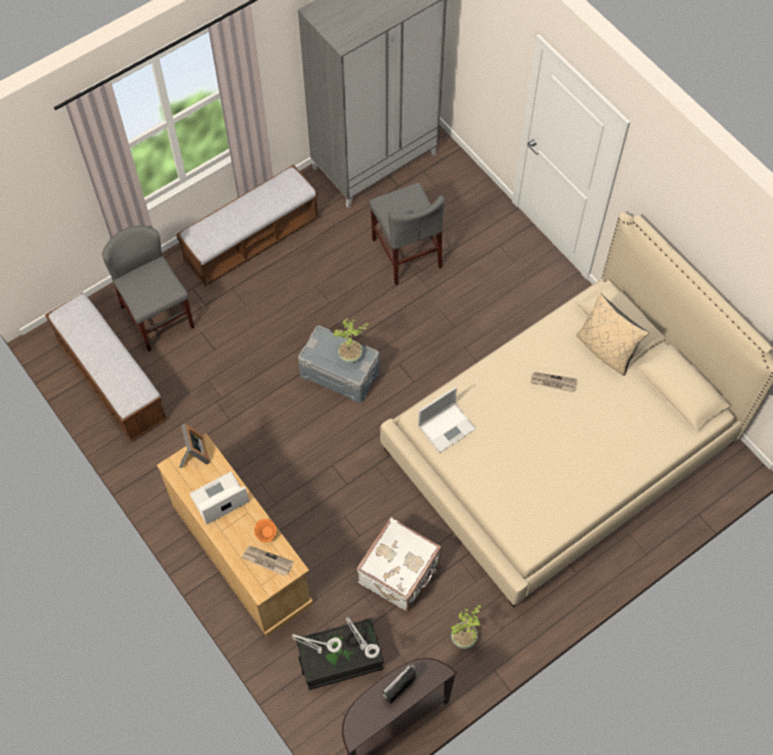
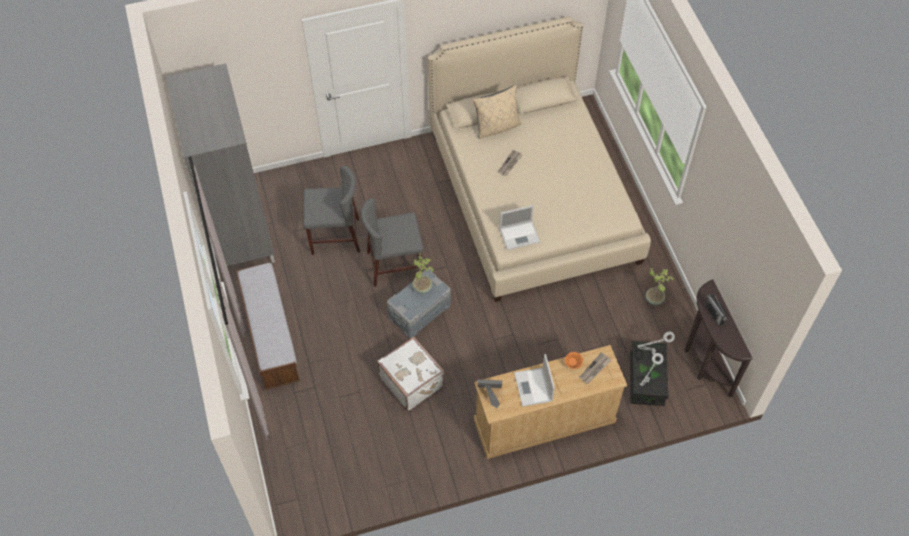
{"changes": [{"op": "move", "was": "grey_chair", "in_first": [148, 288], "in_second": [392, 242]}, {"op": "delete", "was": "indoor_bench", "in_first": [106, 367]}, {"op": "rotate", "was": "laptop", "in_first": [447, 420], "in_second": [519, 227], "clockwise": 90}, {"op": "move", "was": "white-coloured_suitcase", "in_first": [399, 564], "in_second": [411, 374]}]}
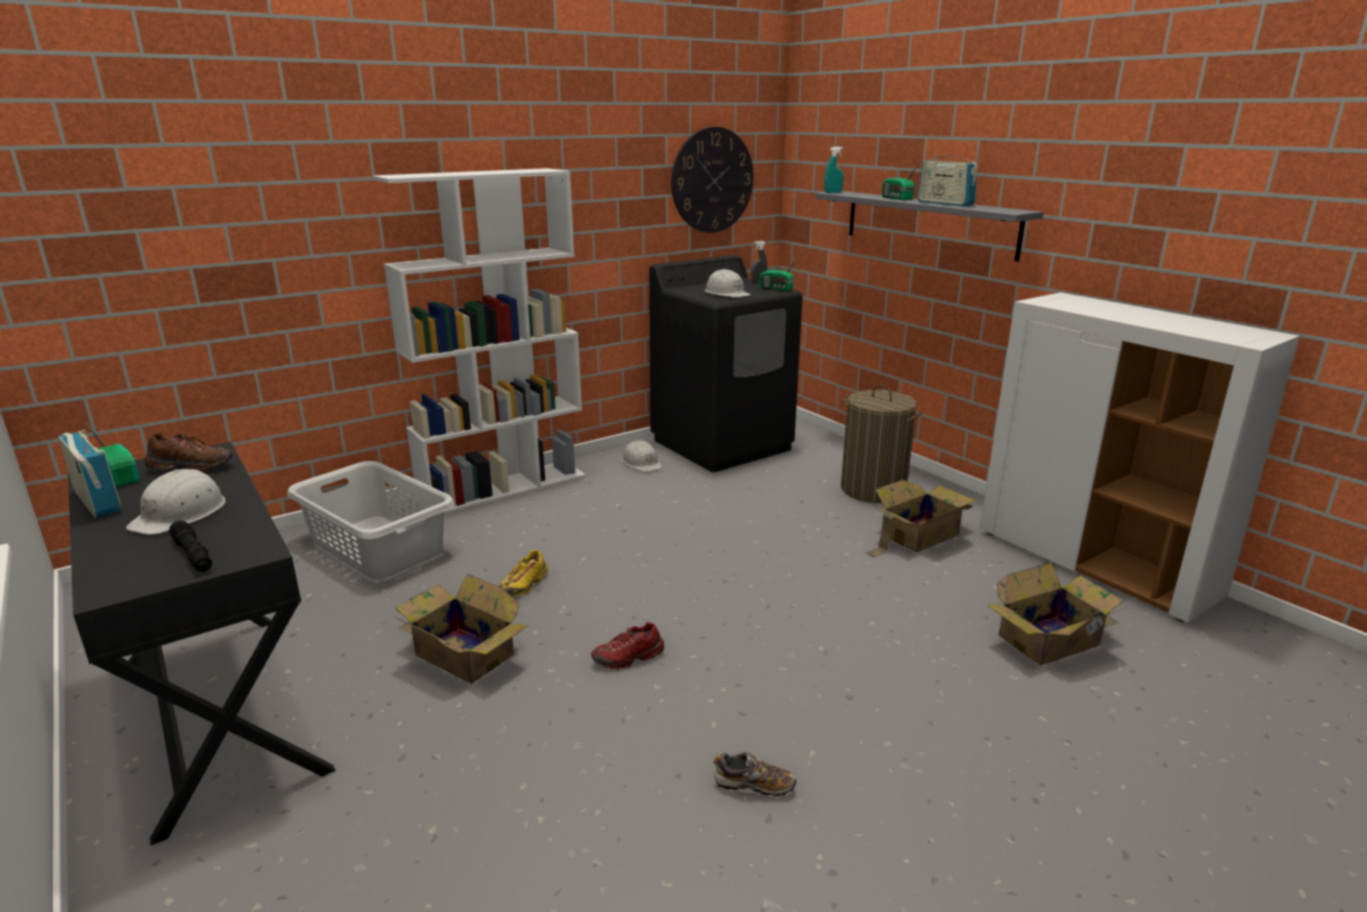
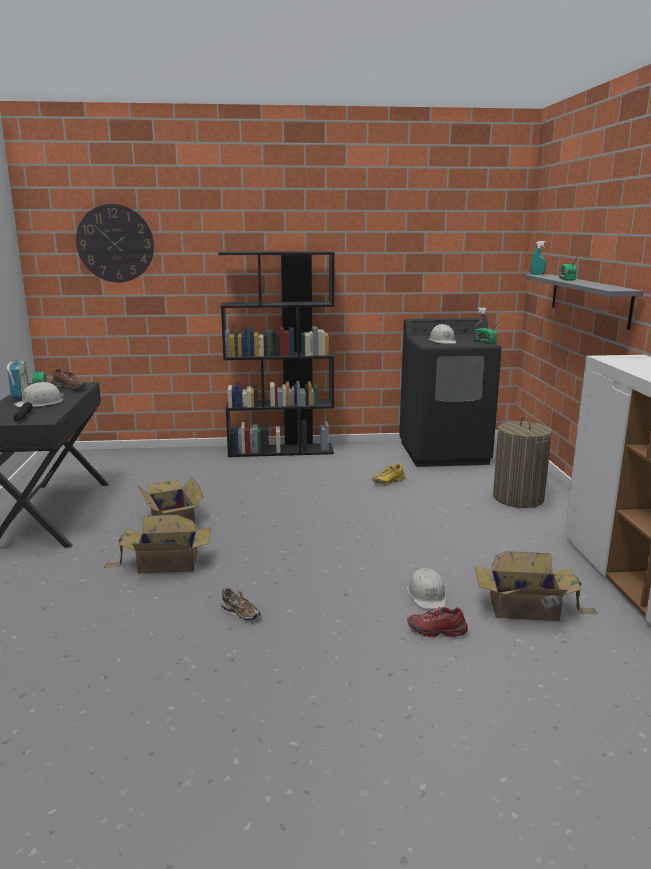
{"changes": [{"op": "move", "was": "clock_on_the_wall", "in_first": [712, 180], "in_second": [115, 243]}, {"op": "delete", "was": "radio_receiver", "in_first": [947, 178]}, {"op": "recolor", "was": "white-coloured_bookshelf", "now": "black-coloured_bookshelf", "in_first": [478, 341], "in_second": [276, 354]}, {"op": "move", "was": "white-coloured_hard_hat", "in_first": [642, 456], "in_second": [427, 588]}, {"op": "delete", "was": "grey_washing_basket", "in_first": [371, 520]}, {"op": "move", "was": "carton", "in_first": [919, 519], "in_second": [157, 544]}, {"op": "move", "was": "yellow_item_of_footwear", "in_first": [523, 573], "in_second": [388, 474]}, {"op": "move", "was": "red-coloured_item_of_footwear", "in_first": [627, 646], "in_second": [437, 622]}]}
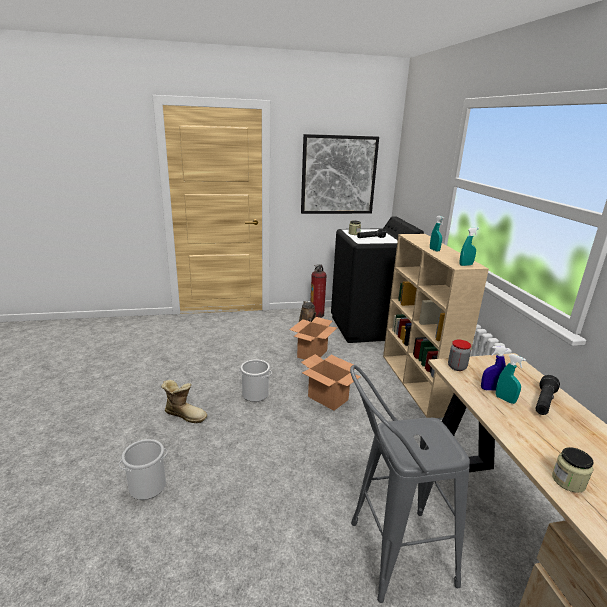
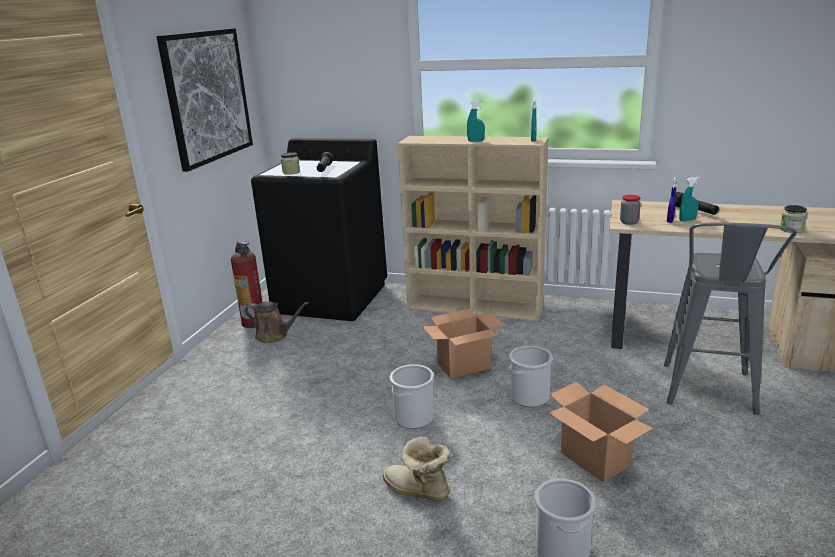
{"changes": [{"op": "move", "was": "carton", "in_first": [313, 338], "in_second": [601, 432]}, {"op": "rotate", "was": "boot", "in_first": [184, 401], "in_second": [417, 468], "clockwise": -105}, {"op": "insert", "now": "water_bucket", "in_second": [531, 376]}]}
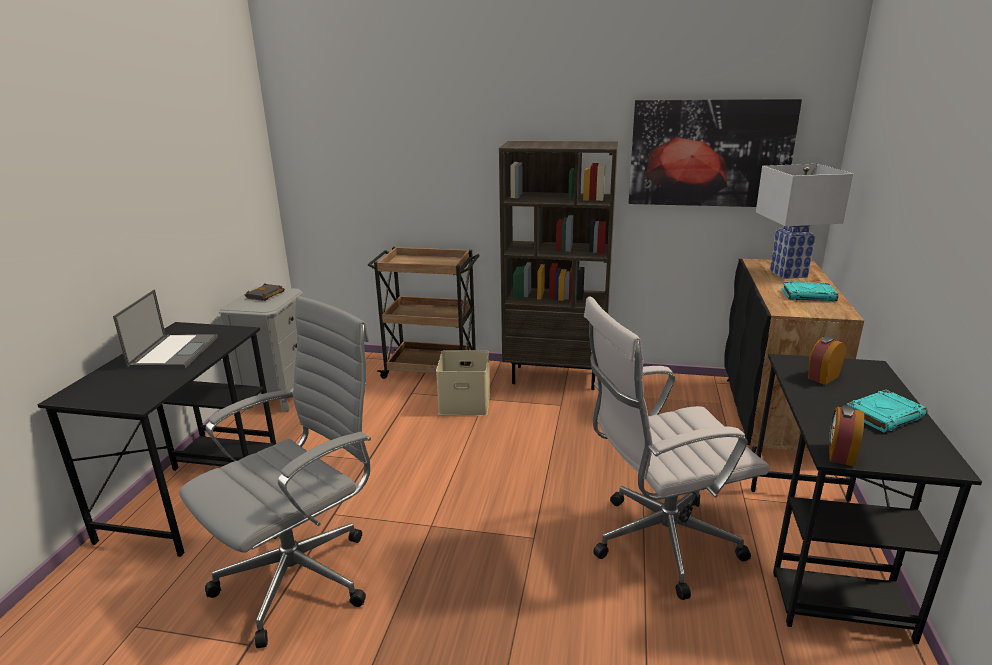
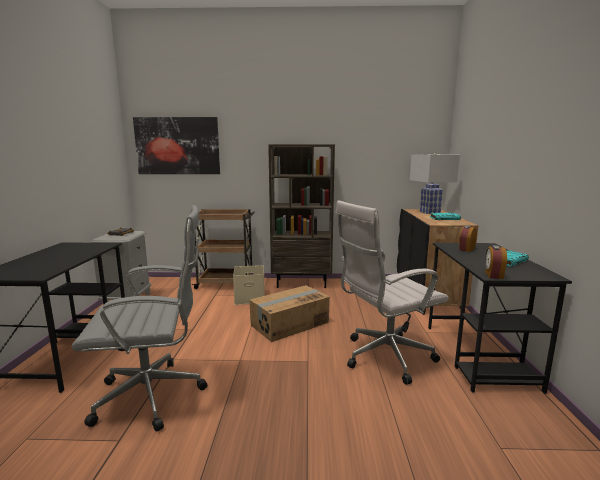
{"changes": [{"op": "move", "was": "wall_picture", "in_first": [715, 153], "in_second": [176, 145]}, {"op": "delete", "was": "laptop", "in_first": [165, 328]}, {"op": "rotate", "was": "grey_computer_chair", "in_first": [275, 472], "in_second": [139, 318], "clockwise": 45}, {"op": "insert", "now": "carton", "in_second": [289, 313]}]}
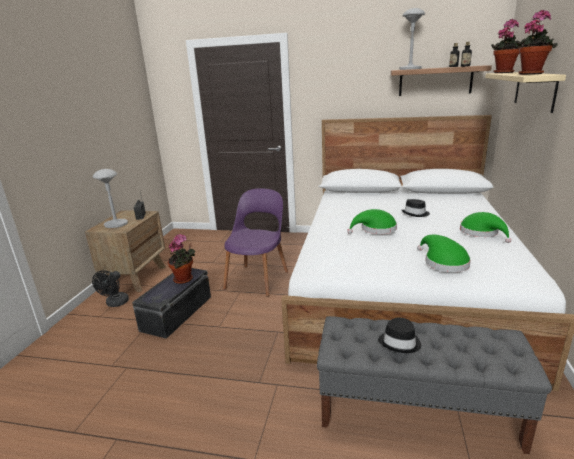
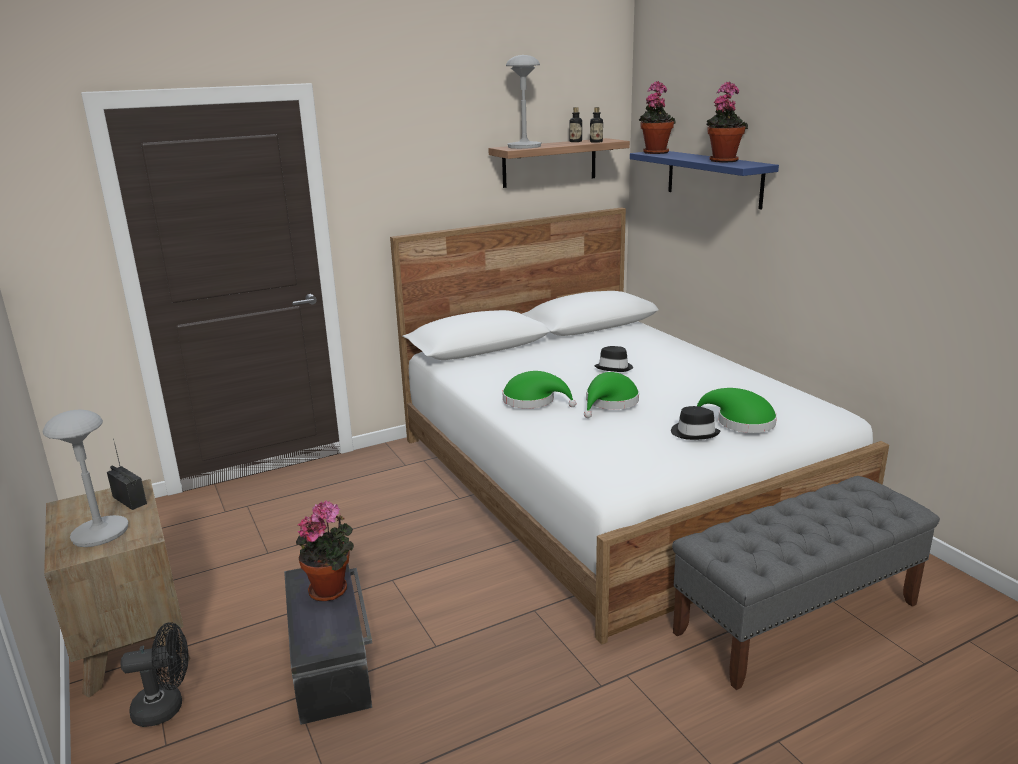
{"changes": [{"op": "recolor", "was": "beige-coloured_wall_shelf", "now": "bluish_wall_shelf", "in_first": [525, 92], "in_second": [704, 180]}, {"op": "delete", "was": "purplish_chair", "in_first": [255, 242]}, {"op": "move", "was": "greenish_wearable_hat", "in_first": [485, 227], "in_second": [539, 390]}, {"op": "rotate", "was": "black-coloured_cooling_fan", "in_first": [110, 288], "in_second": [154, 674], "clockwise": -75}, {"op": "move", "was": "black-coloured_wearable_hat", "in_first": [399, 335], "in_second": [696, 423]}]}
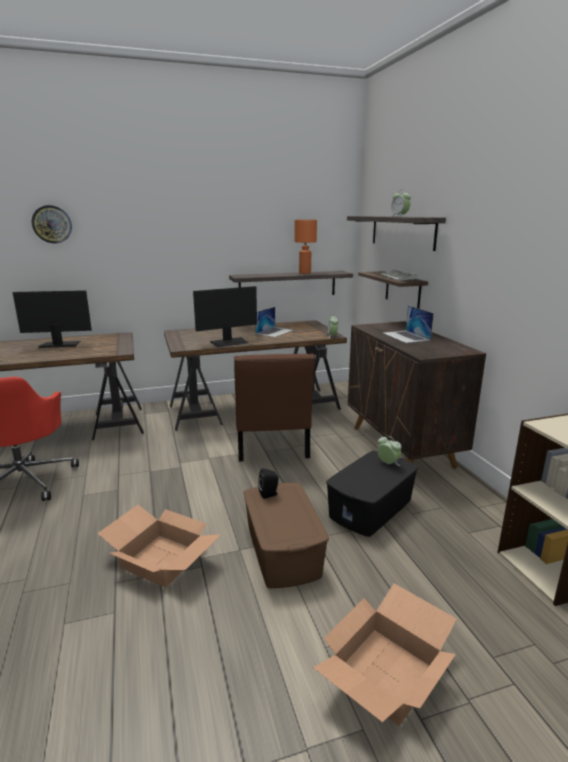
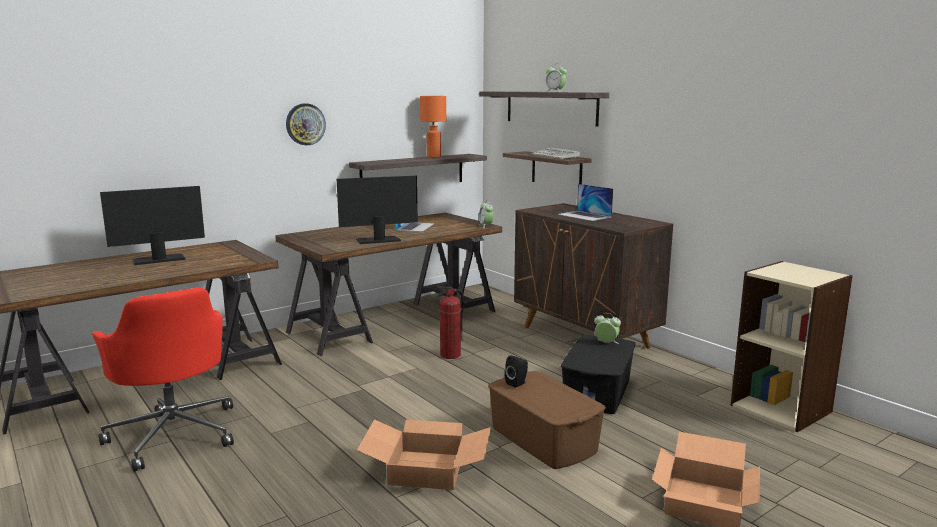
{"changes": [{"op": "move", "was": "clock_on_the_wall", "in_first": [52, 224], "in_second": [306, 124]}, {"op": "rotate", "was": "computer_display", "in_first": [225, 316], "in_second": [377, 210], "clockwise": -150}, {"op": "replace", "was": "brown-coloured_chair", "now": "fire_extinguisher", "in_first": [274, 407], "in_second": [450, 322]}]}
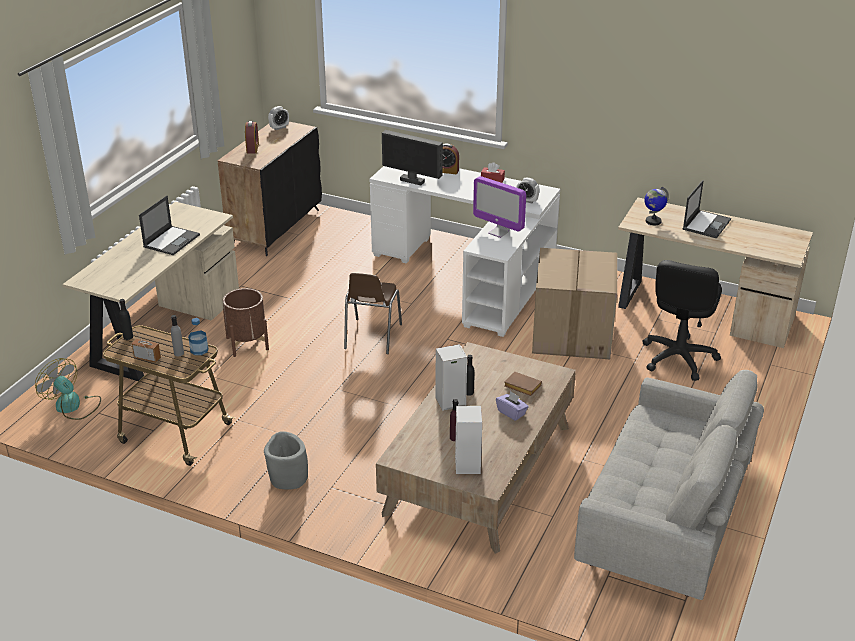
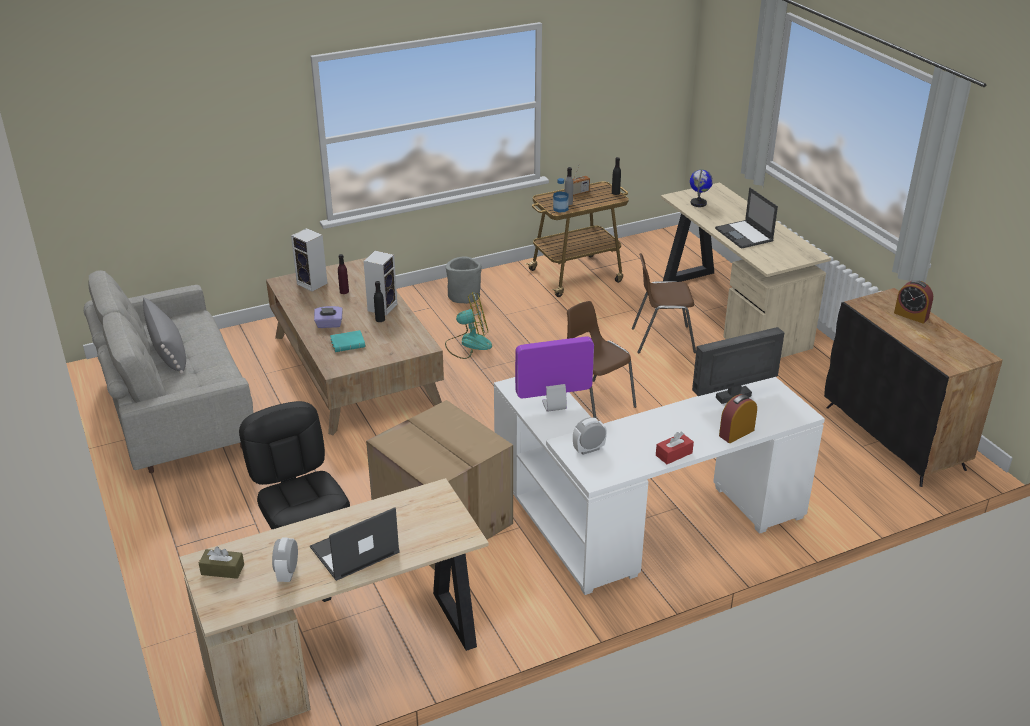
{"changes": [{"op": "move", "was": "alarm_clock", "in_first": [278, 118], "in_second": [285, 559]}, {"op": "rotate", "was": "laptop", "in_first": [707, 209], "in_second": [355, 544], "clockwise": 75}, {"op": "move", "was": "globe", "in_first": [656, 206], "in_second": [701, 188]}, {"op": "replace", "was": "brown-coloured_plant_pot", "now": "brown-coloured_chair", "in_first": [246, 322], "in_second": [664, 303]}, {"op": "move", "was": "cooling_fan", "in_first": [68, 389], "in_second": [468, 325]}, {"op": "recolor", "was": "brown-coloured_bound_book", "now": "turquoise_bound_book", "in_first": [523, 384], "in_second": [347, 341]}, {"op": "insert", "now": "grey_throw_pillow", "in_second": [164, 335]}, {"op": "insert", "now": "brown-coloured_tissue_holder", "in_second": [221, 563]}]}
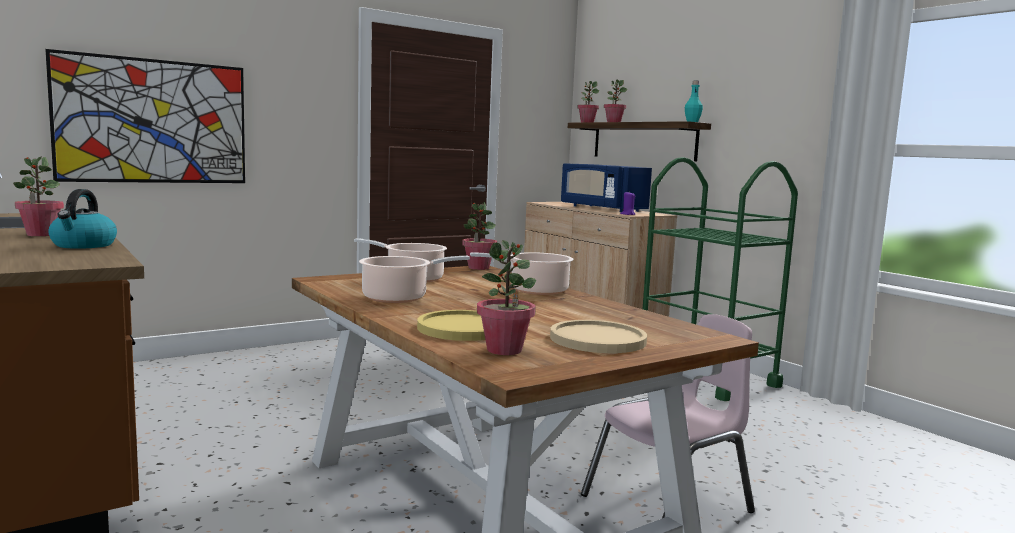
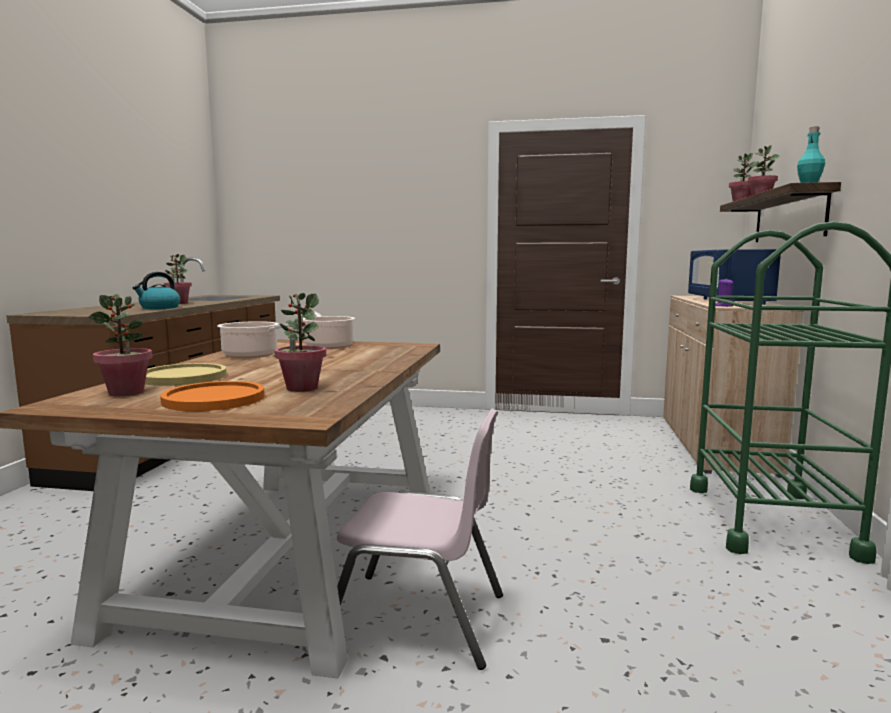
{"changes": [{"op": "delete", "was": "wall_picture", "in_first": [145, 116]}, {"op": "move", "was": "potted_plant", "in_first": [479, 236], "in_second": [300, 342]}, {"op": "delete", "was": "stockpot", "in_first": [521, 273]}, {"op": "recolor", "was": "beige-coloured_plate", "now": "orange_plate", "in_first": [598, 336], "in_second": [212, 396]}]}
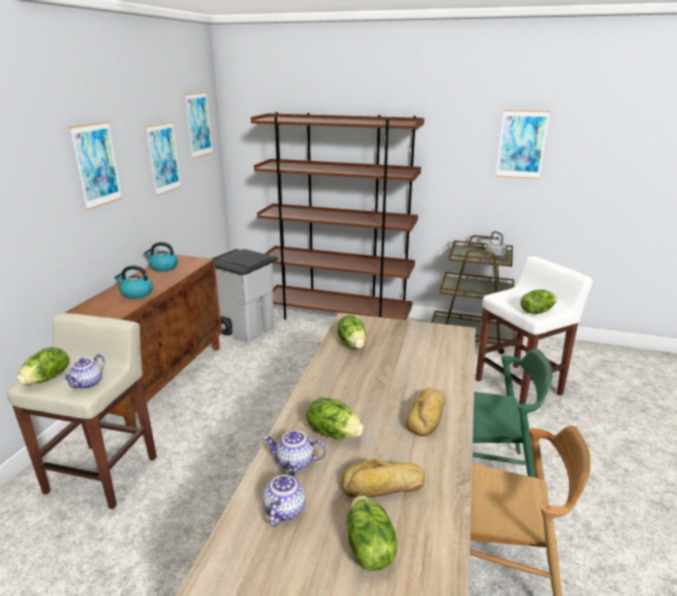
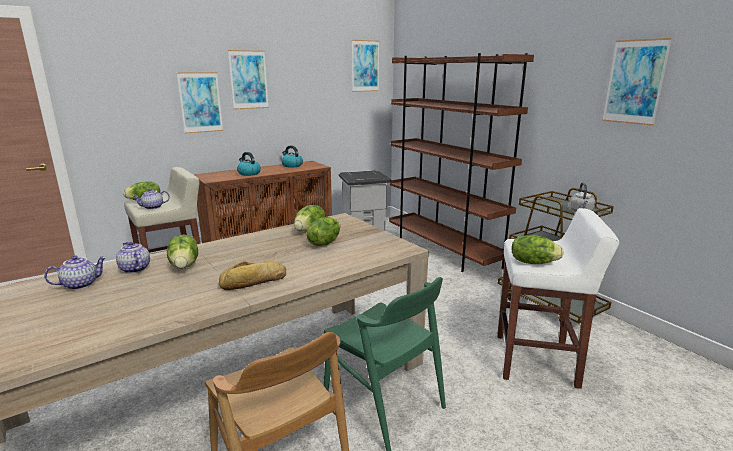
{"changes": [{"op": "move", "was": "wall_picture", "in_first": [163, 159], "in_second": [200, 103]}, {"op": "delete", "was": "baked_bread", "in_first": [383, 478]}, {"op": "move", "was": "lettuce", "in_first": [372, 533], "in_second": [323, 231]}]}
